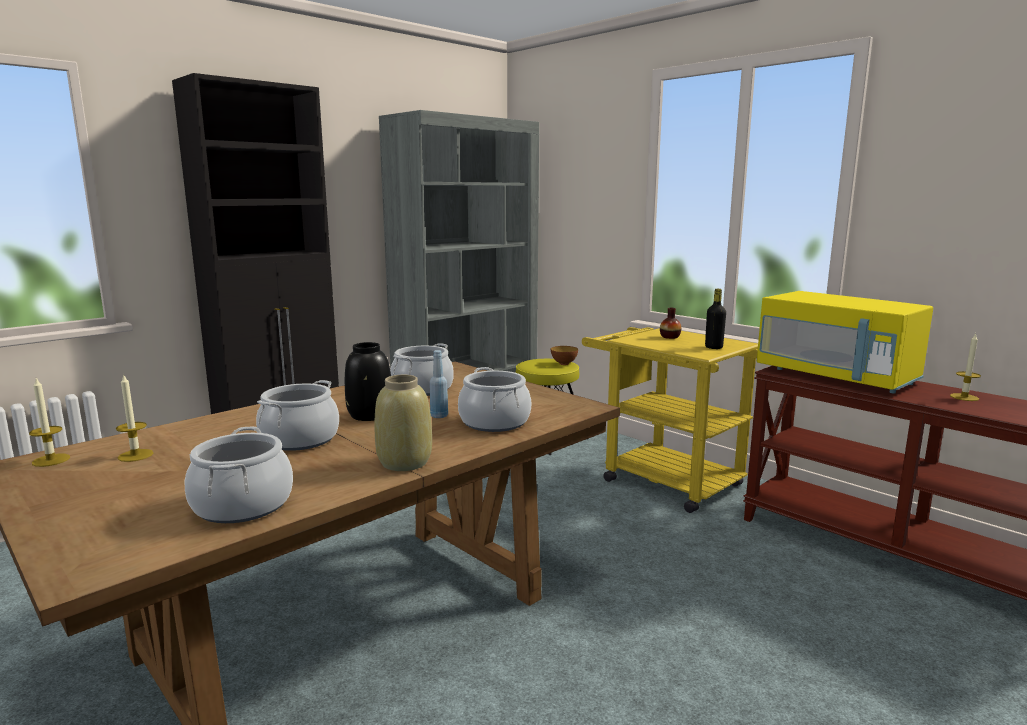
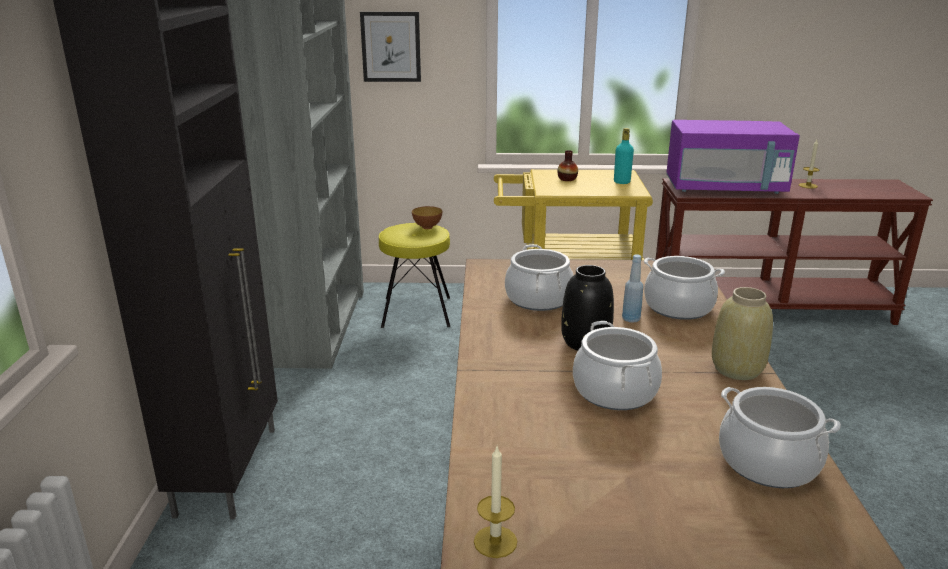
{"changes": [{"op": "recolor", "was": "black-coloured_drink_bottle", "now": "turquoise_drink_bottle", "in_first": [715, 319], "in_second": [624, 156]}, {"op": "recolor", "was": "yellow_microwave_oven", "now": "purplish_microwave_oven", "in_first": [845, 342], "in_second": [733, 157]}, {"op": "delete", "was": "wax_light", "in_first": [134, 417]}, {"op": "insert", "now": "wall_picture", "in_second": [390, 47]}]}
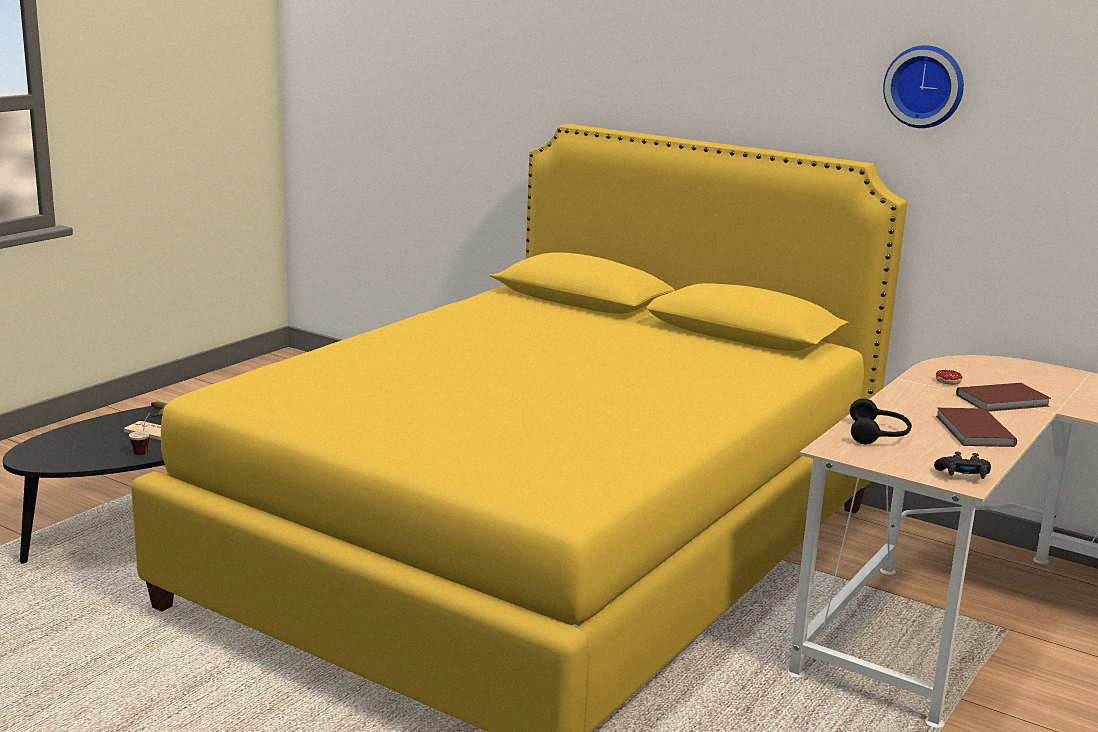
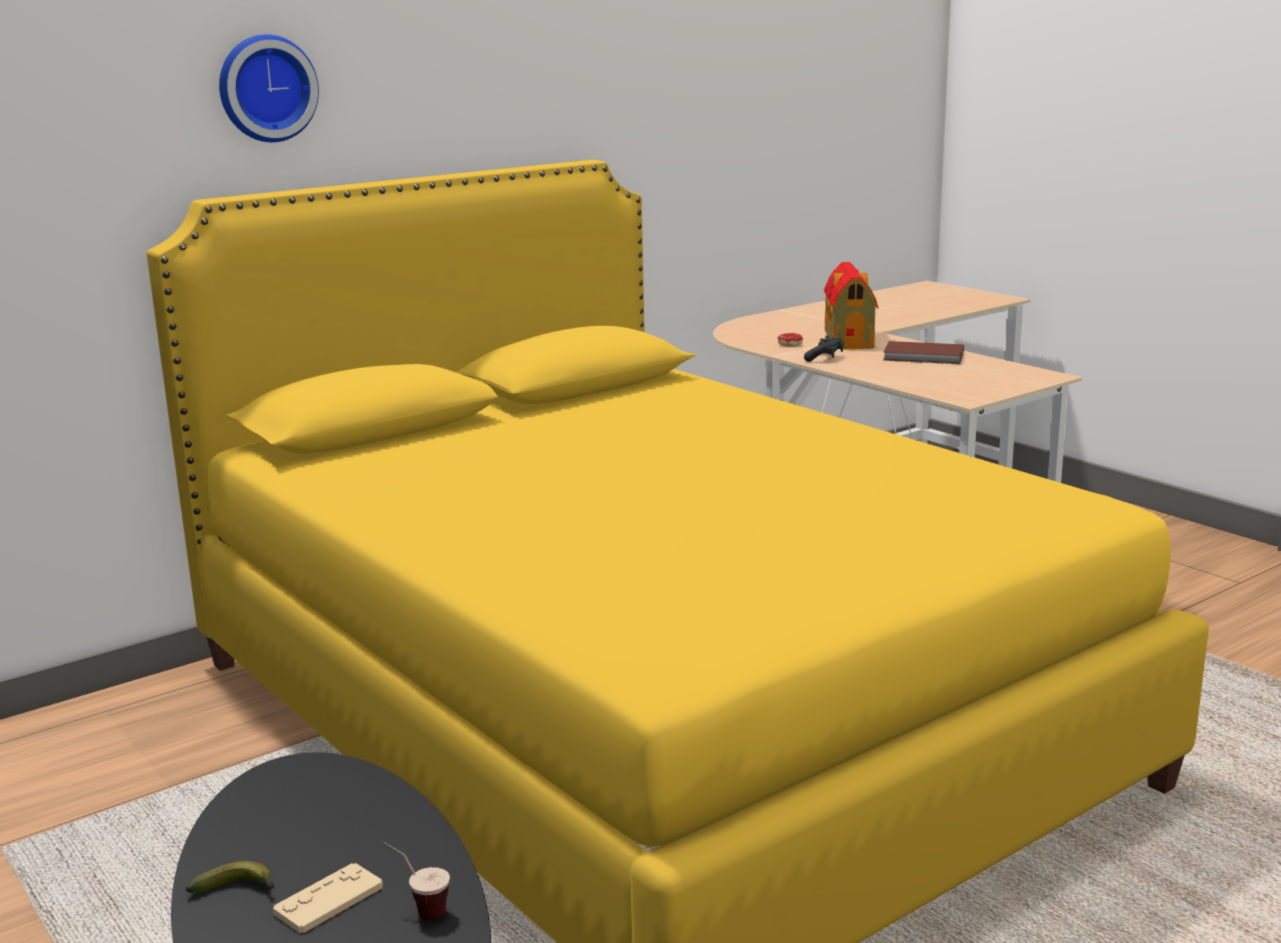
{"changes": [{"op": "move", "was": "clock_on_the_wall", "in_first": [923, 86], "in_second": [269, 88]}, {"op": "replace", "was": "brown-coloured_bound_book", "now": "miniature_house", "in_first": [1003, 397], "in_second": [851, 306]}, {"op": "delete", "was": "black-coloured_headphones", "in_first": [881, 421]}, {"op": "move", "was": "black-coloured_joypad", "in_first": [962, 465], "in_second": [824, 348]}]}
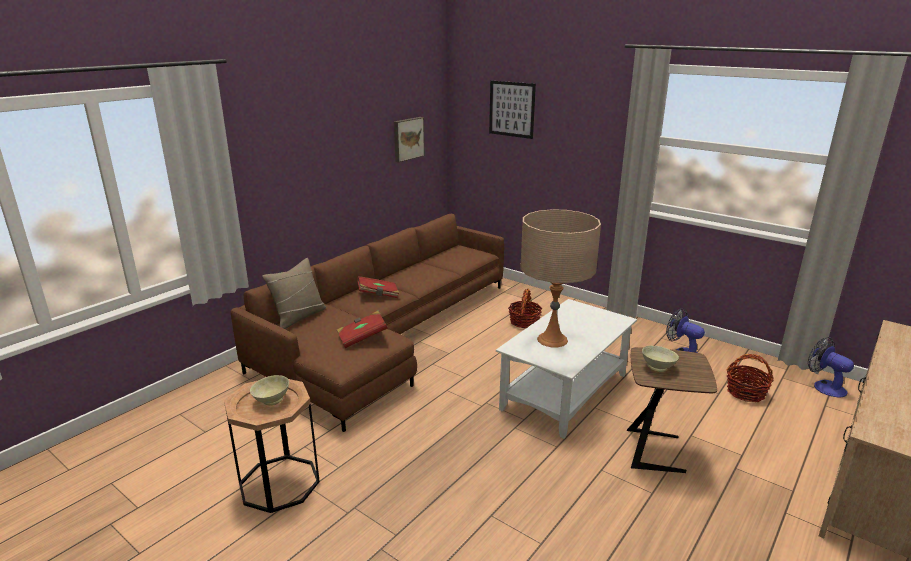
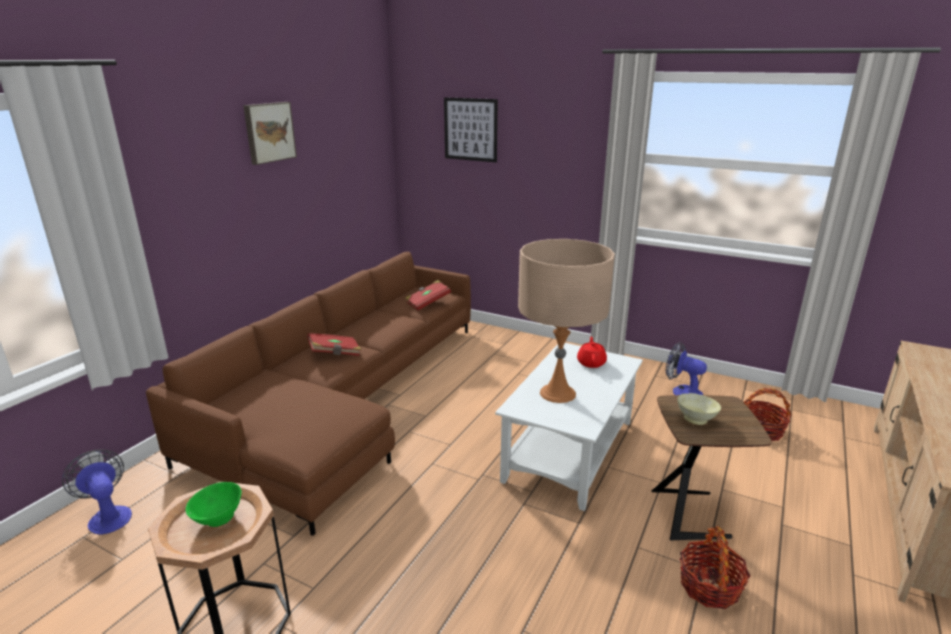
{"changes": [{"op": "move", "was": "wall_picture", "in_first": [409, 139], "in_second": [270, 133]}, {"op": "delete", "was": "beige-coloured_throw_pillow", "in_first": [294, 293]}, {"op": "move", "was": "storage_basket", "in_first": [525, 308], "in_second": [715, 567]}, {"op": "move", "was": "red-coloured_bound_book", "in_first": [362, 329], "in_second": [428, 295]}, {"op": "move", "was": "cooling_fan", "in_first": [831, 367], "in_second": [97, 492]}, {"op": "recolor", "was": "beige-coloured_serving_bowl", "now": "greenish_serving_bowl", "in_first": [269, 390], "in_second": [214, 504]}, {"op": "insert", "now": "red-coloured_pot_for_tea", "in_second": [592, 352]}]}
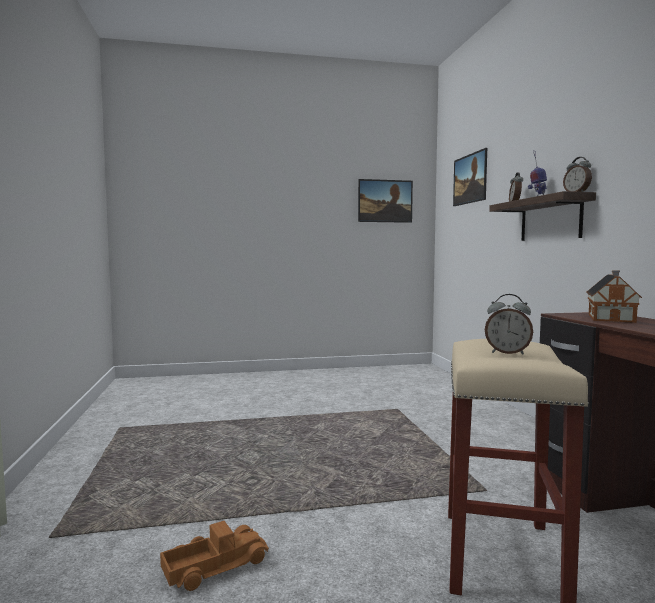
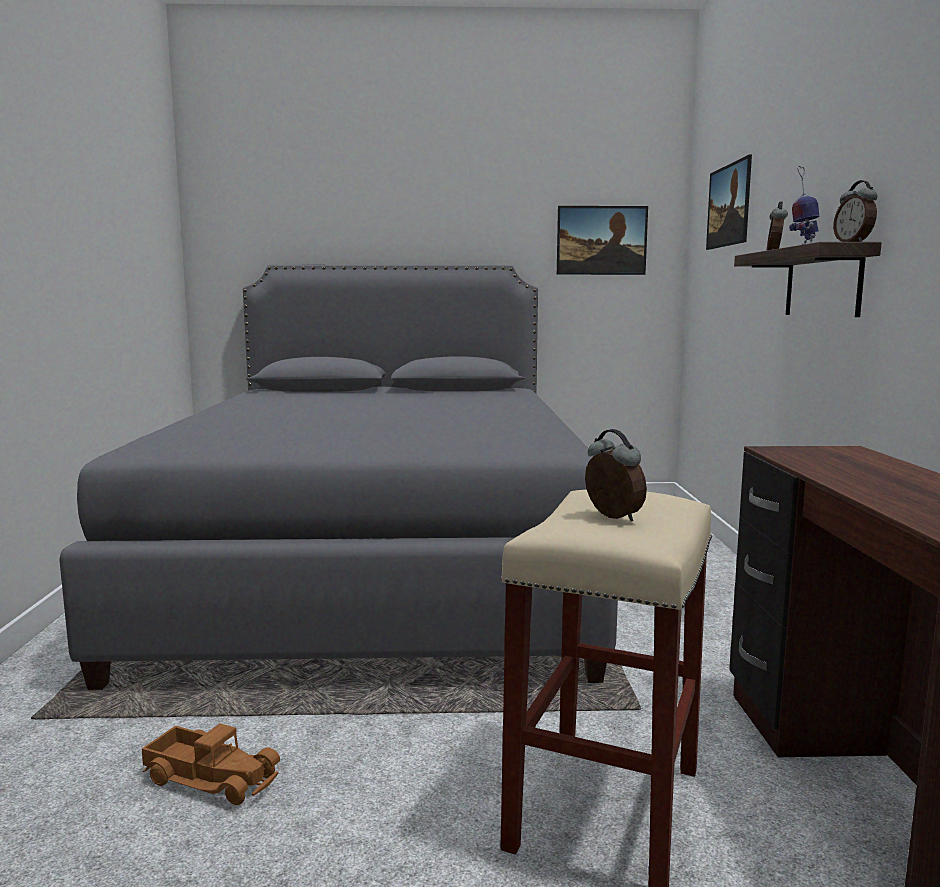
{"changes": [{"op": "delete", "was": "miniature_house", "in_first": [614, 296]}, {"op": "rotate", "was": "alarm_clock", "in_first": [509, 324], "in_second": [616, 475], "clockwise": -150}, {"op": "rotate", "was": "toy_truck", "in_first": [214, 556], "in_second": [211, 764], "clockwise": 45}, {"op": "insert", "now": "grey_bed", "in_second": [338, 477]}]}
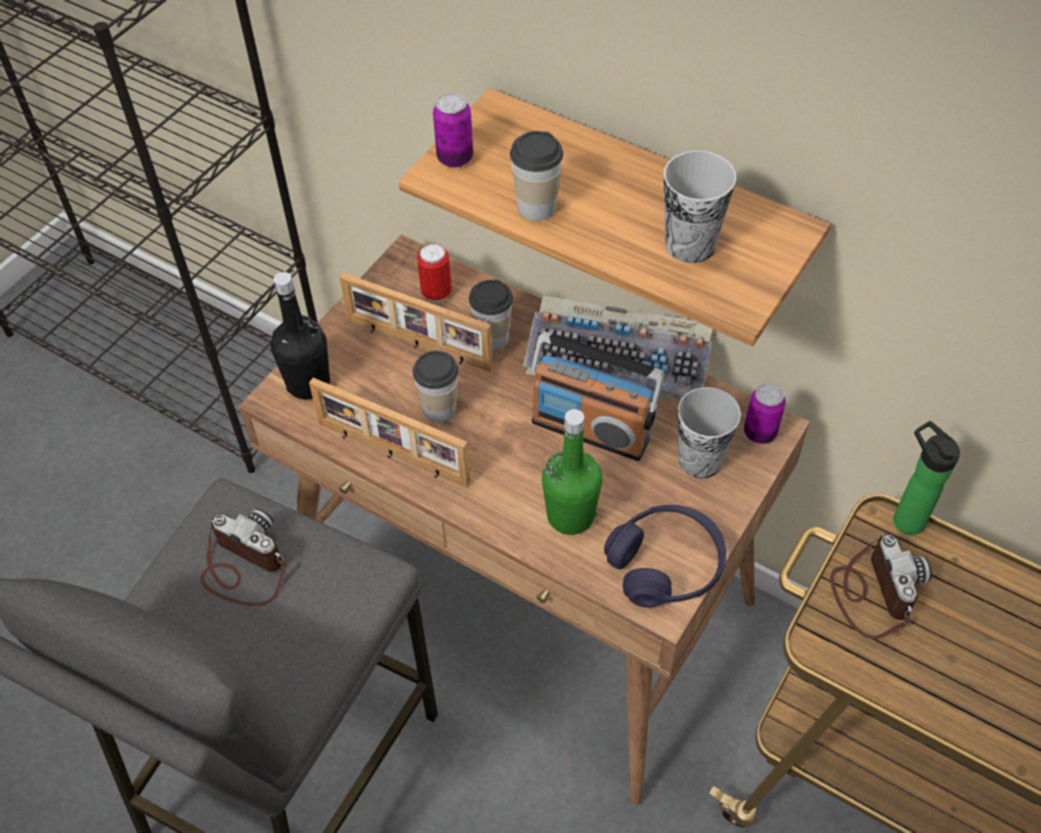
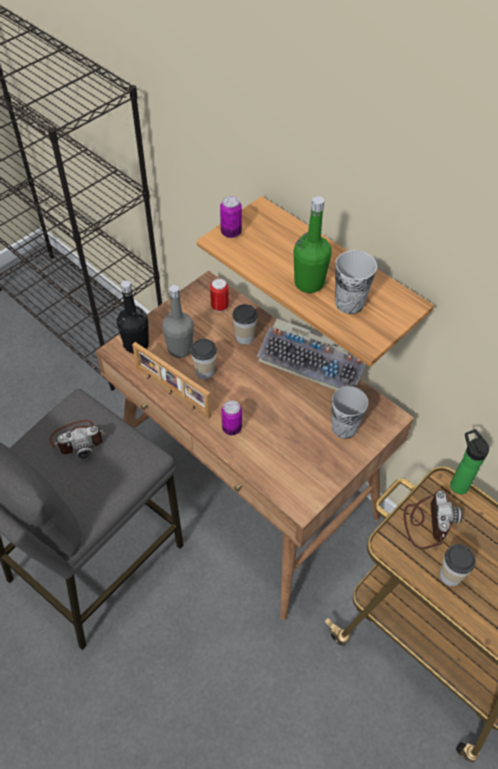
{"changes": [{"op": "move", "was": "cup", "in_first": [536, 176], "in_second": [457, 565]}, {"op": "delete", "was": "standing_frame", "in_first": [416, 322]}, {"op": "delete", "was": "radio_receiver", "in_first": [598, 396]}, {"op": "move", "was": "can", "in_first": [765, 413], "in_second": [231, 417]}, {"op": "move", "was": "greenish_drink_bottle", "in_first": [572, 472], "in_second": [313, 244]}, {"op": "delete", "was": "purplish_headphones", "in_first": [665, 556]}, {"op": "rotate", "was": "photo_camera", "in_first": [243, 557], "in_second": [77, 439], "clockwise": 120}, {"op": "insert", "now": "grey_drink_bottle", "in_second": [178, 321]}]}
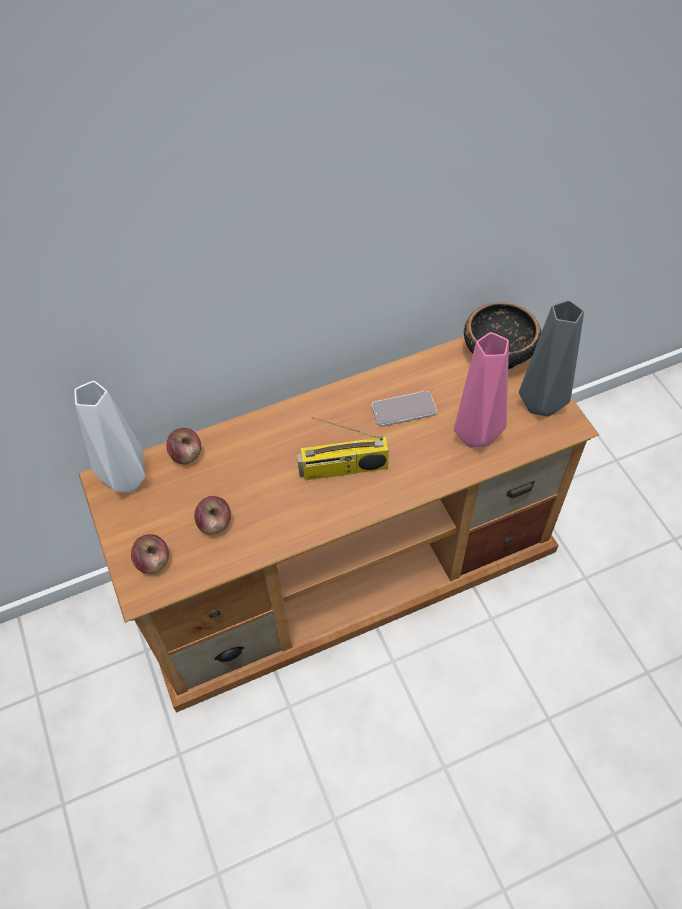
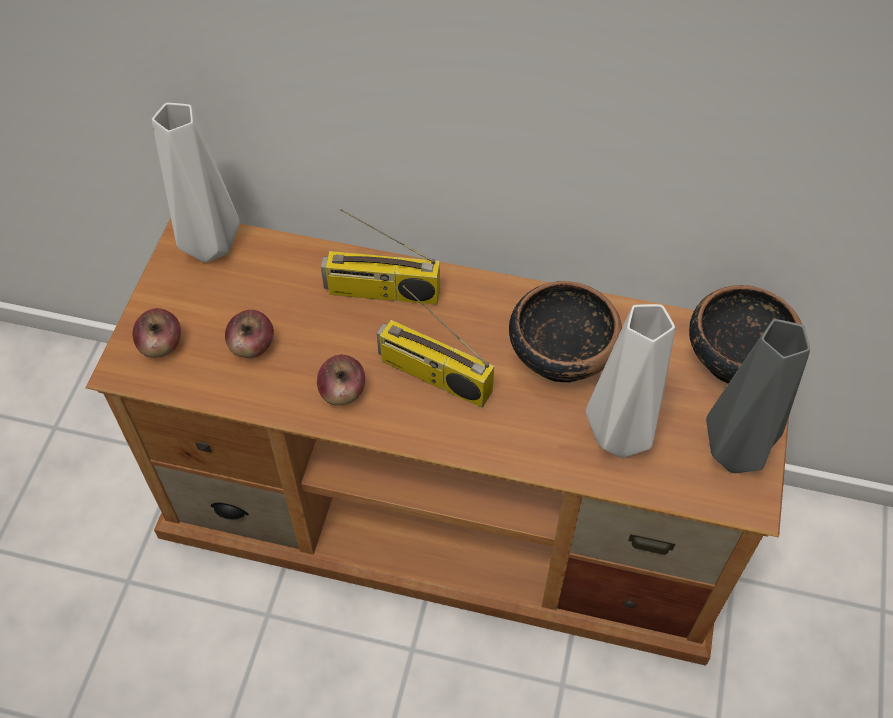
{"changes": [{"op": "recolor", "was": "pink_decorative_vase", "now": "white-coloured_decorative_vase", "in_first": [481, 389], "in_second": [630, 381]}, {"op": "replace", "was": "telephone", "now": "serving_bowl", "in_first": [404, 409], "in_second": [565, 332]}, {"op": "move", "was": "whole_apple", "in_first": [184, 446], "in_second": [341, 380]}, {"op": "insert", "now": "radio_receiver", "in_second": [380, 257]}]}
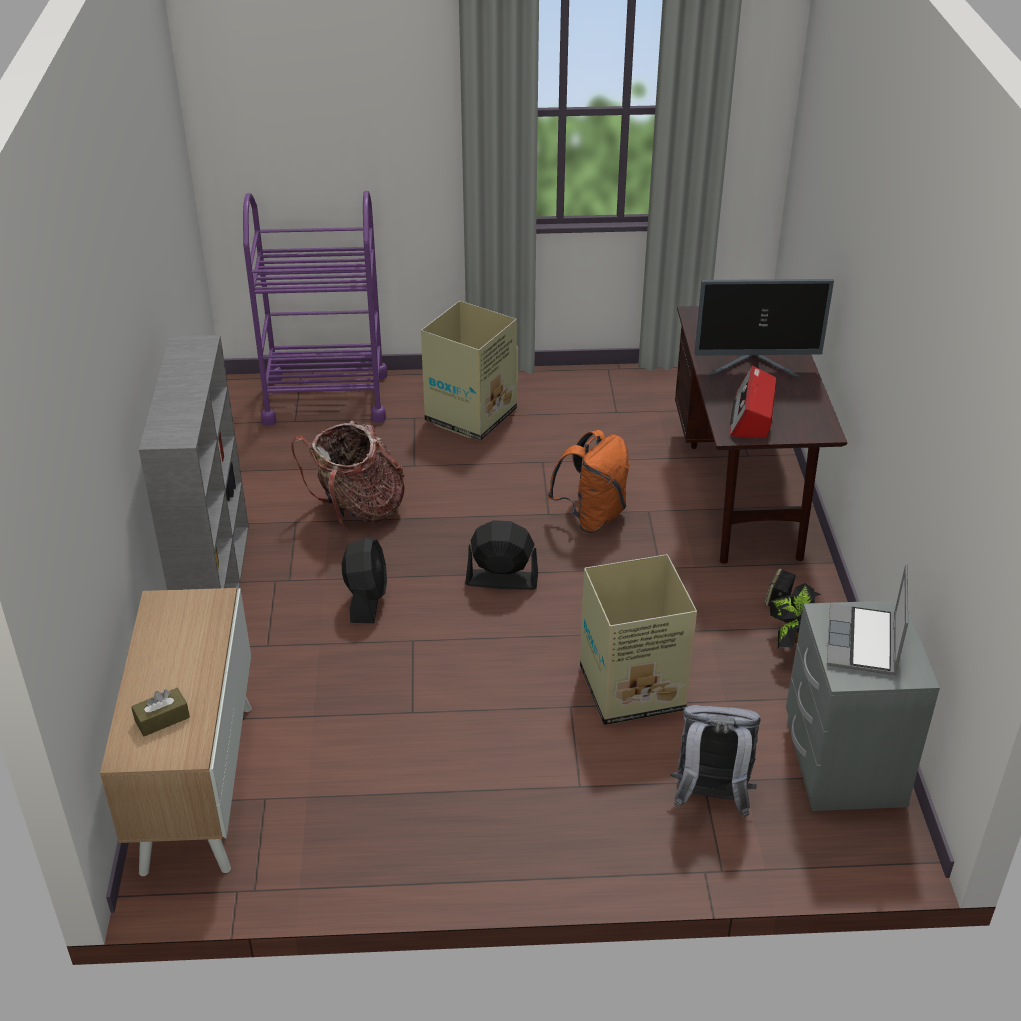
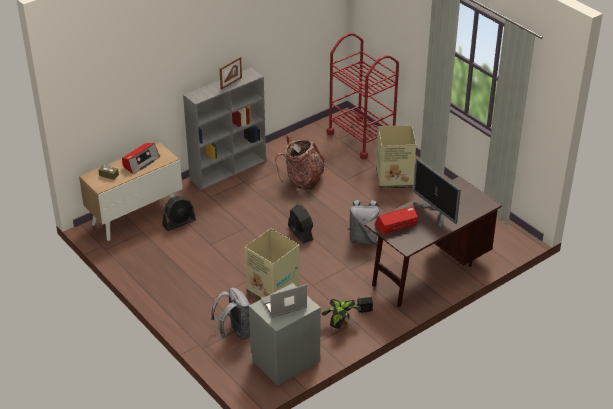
{"changes": [{"op": "recolor", "was": "purplish_trolley", "now": "red-coloured_trolley", "in_first": [315, 308], "in_second": [363, 96]}, {"op": "recolor", "was": "orange_backpack", "now": "grey_backpack", "in_first": [588, 481], "in_second": [363, 222]}, {"op": "move", "was": "black-coloured_cooling_fan", "in_first": [364, 580], "in_second": [179, 213]}, {"op": "insert", "now": "standing_frame", "in_second": [230, 73]}, {"op": "insert", "now": "radio_receiver", "in_second": [141, 158]}]}
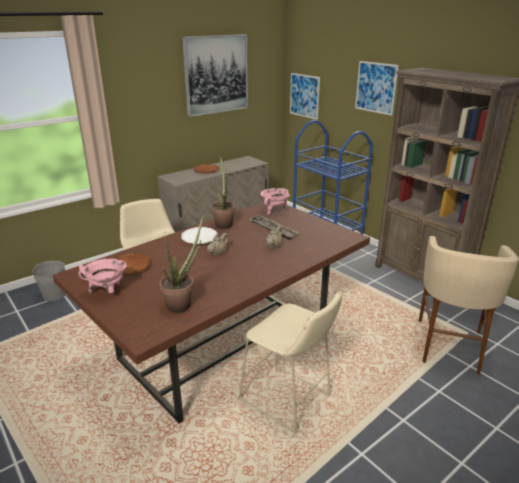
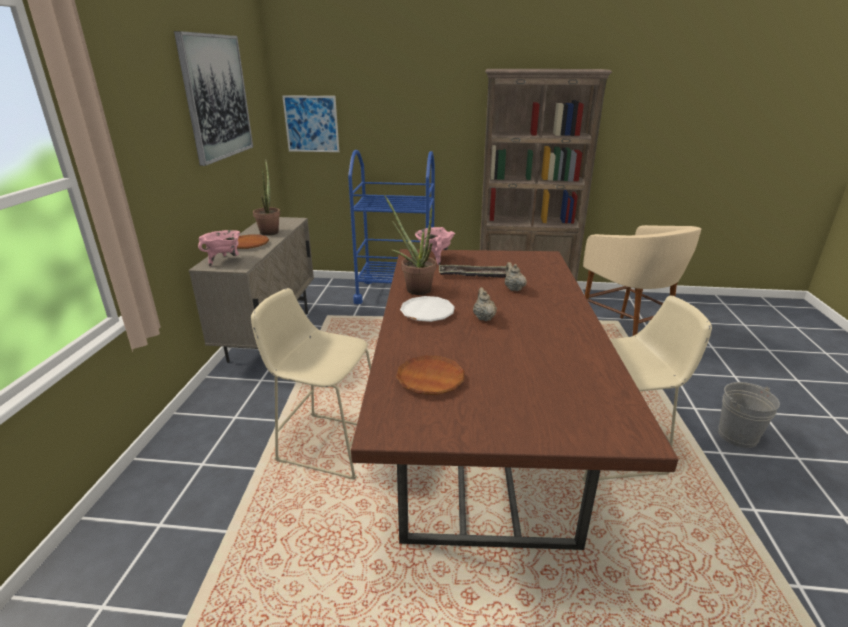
{"changes": [{"op": "delete", "was": "wall_picture", "in_first": [377, 88]}, {"op": "move", "was": "potted_plant", "in_first": [181, 264], "in_second": [266, 197]}, {"op": "move", "was": "pink_stockpot", "in_first": [102, 276], "in_second": [219, 248]}, {"op": "move", "was": "grey_water_bucket", "in_first": [49, 281], "in_second": [749, 415]}]}
